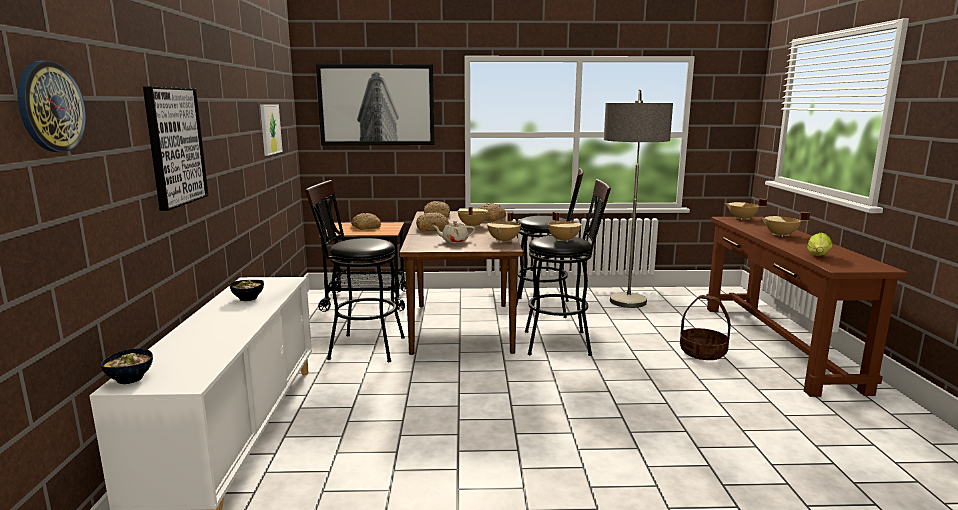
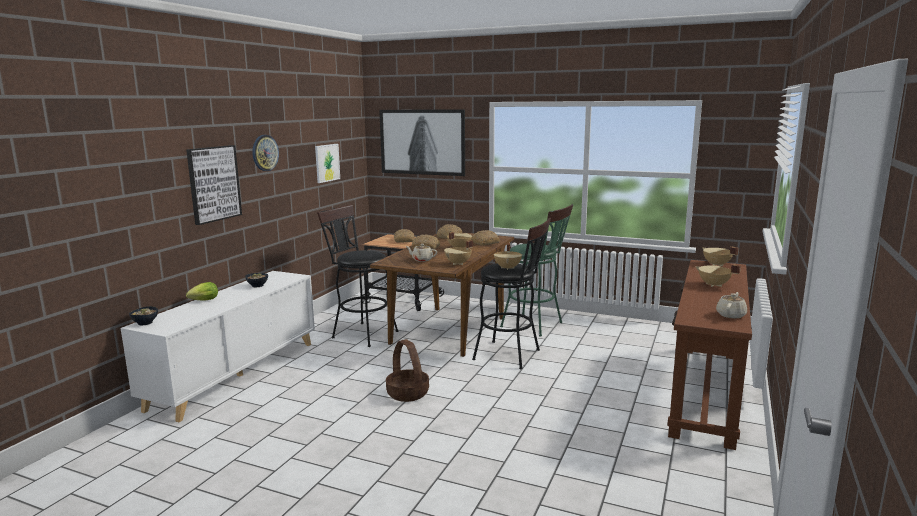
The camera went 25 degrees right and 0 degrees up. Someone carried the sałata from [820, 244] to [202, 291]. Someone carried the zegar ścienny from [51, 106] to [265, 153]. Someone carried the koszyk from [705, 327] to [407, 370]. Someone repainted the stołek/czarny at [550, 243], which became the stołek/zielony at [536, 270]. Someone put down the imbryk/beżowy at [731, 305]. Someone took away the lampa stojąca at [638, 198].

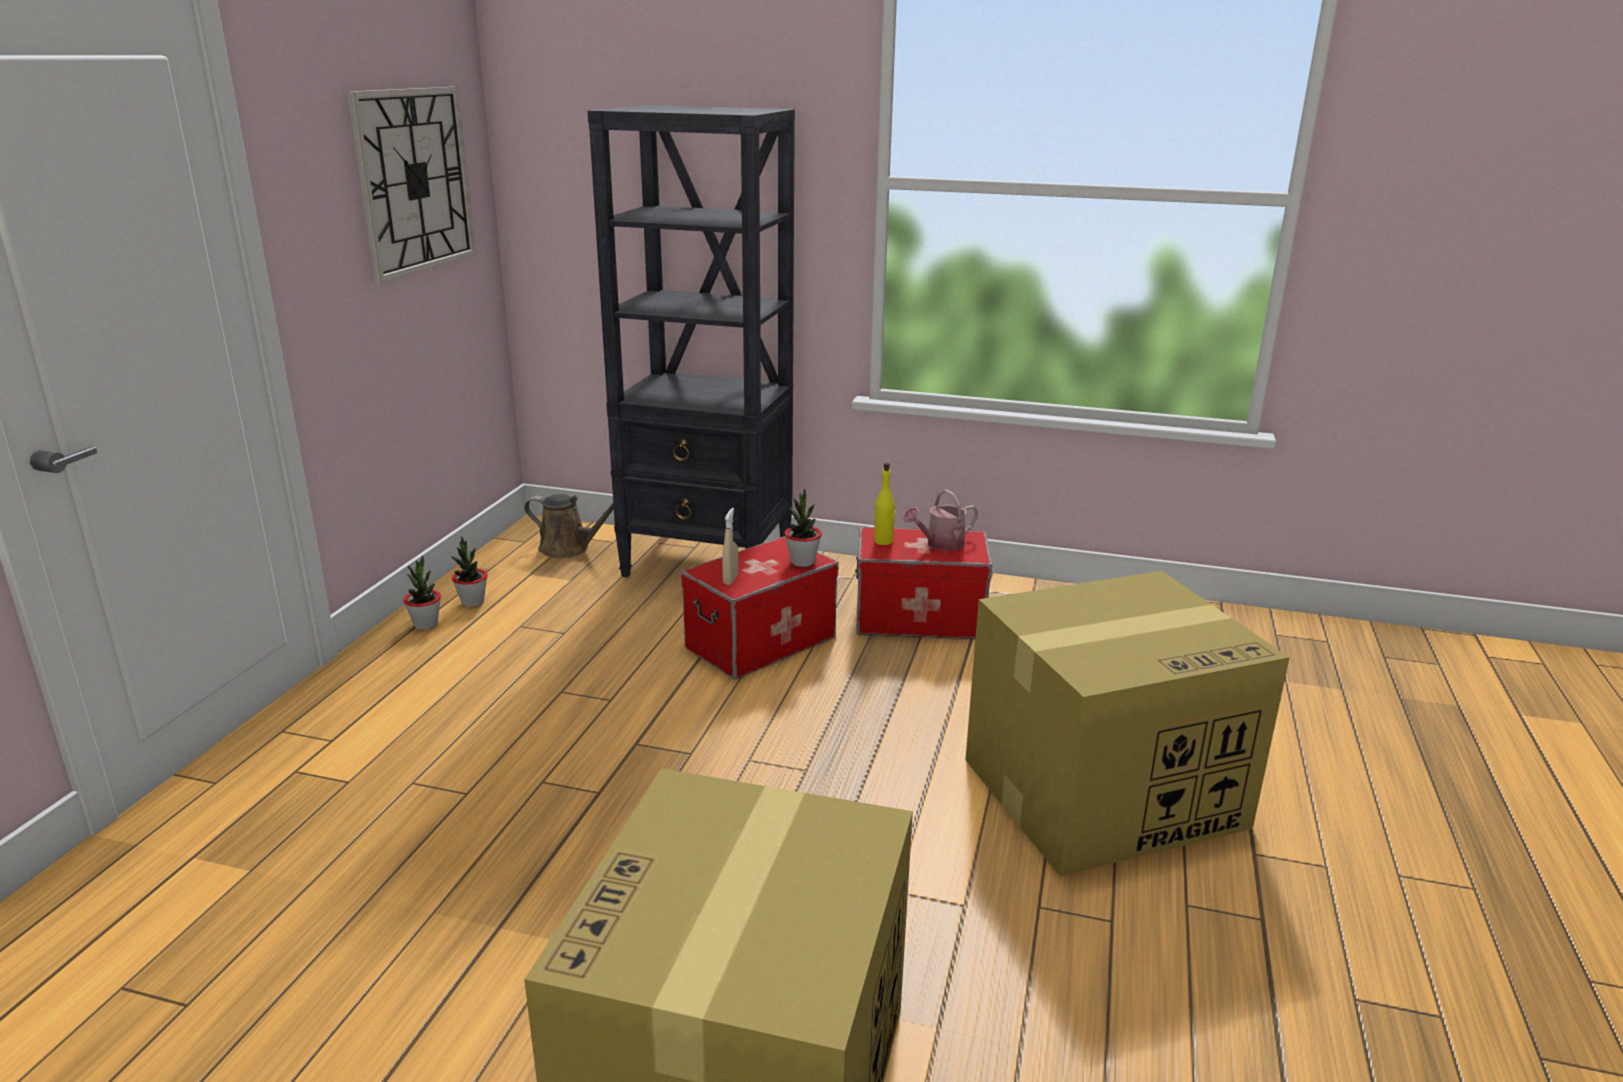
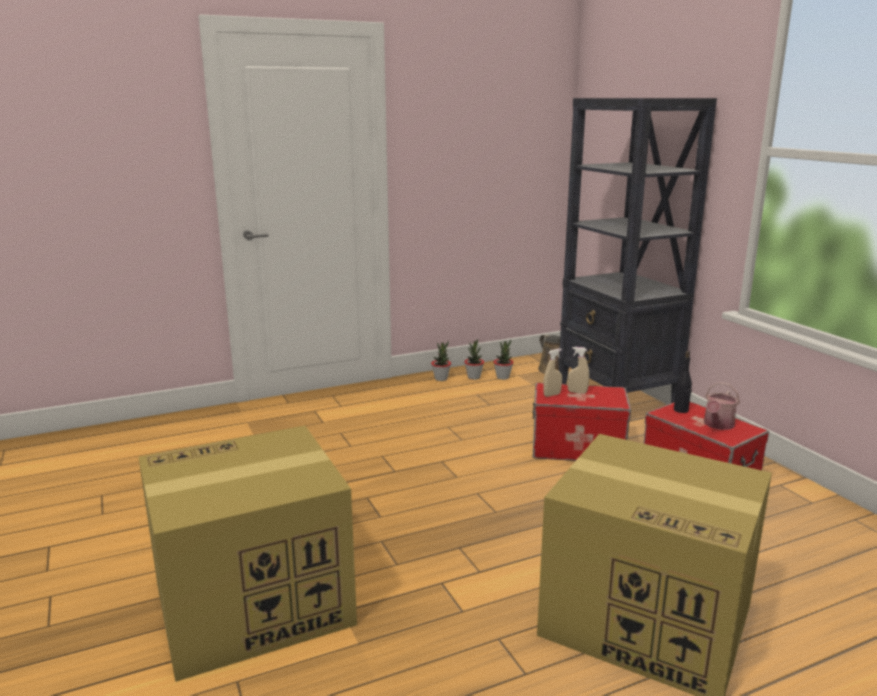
The camera went 50 degrees right and 5 degrees down. Someone carried the roślina doniczkowa from [803, 528] to [503, 360]. Someone put down the spryskiwacz/beżowy at [578, 370]. Someone repainted the butelka/żółty at [884, 504], which became the butelka/czarny at [683, 382]. Someone rotated the konewka at [940, 520] by 75 degrees counterclockwise. Someone took away the zegar ścienny at [411, 185].

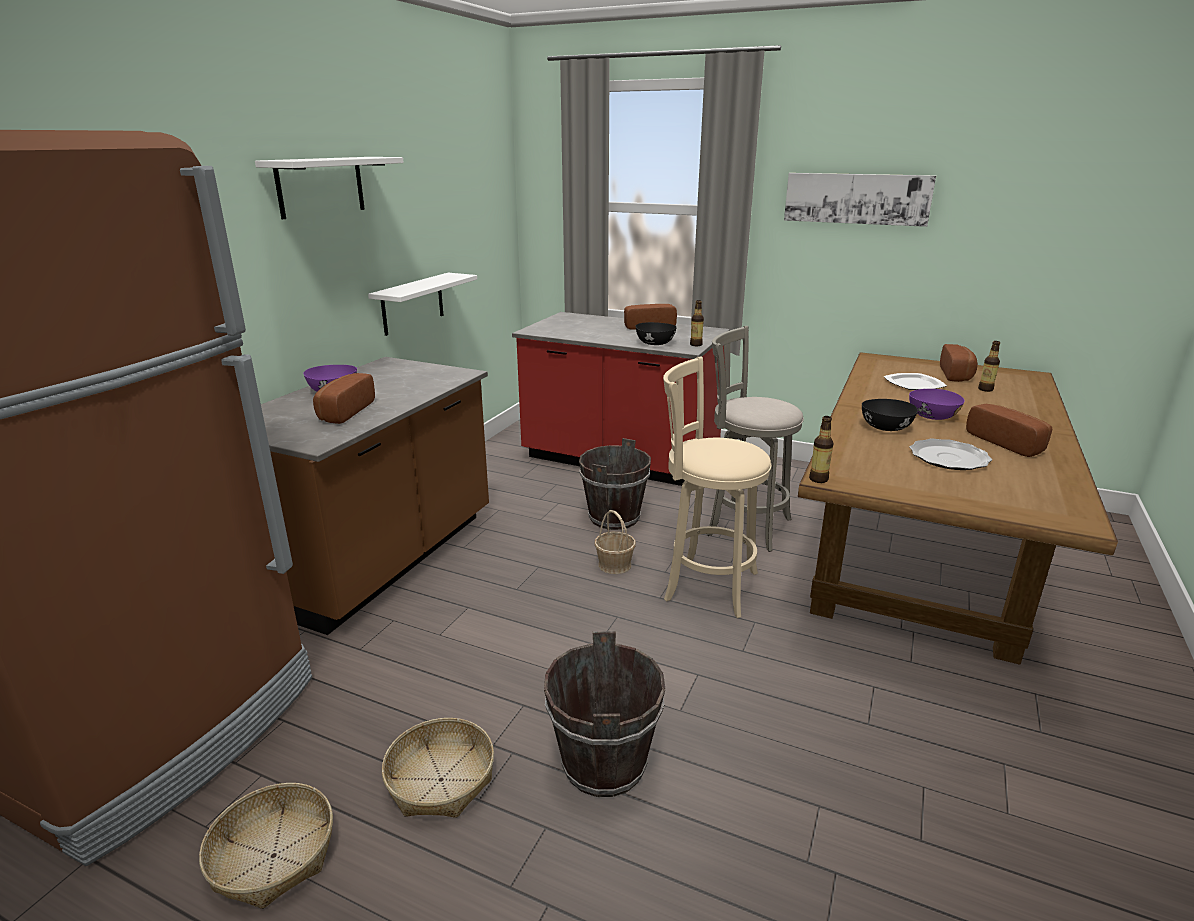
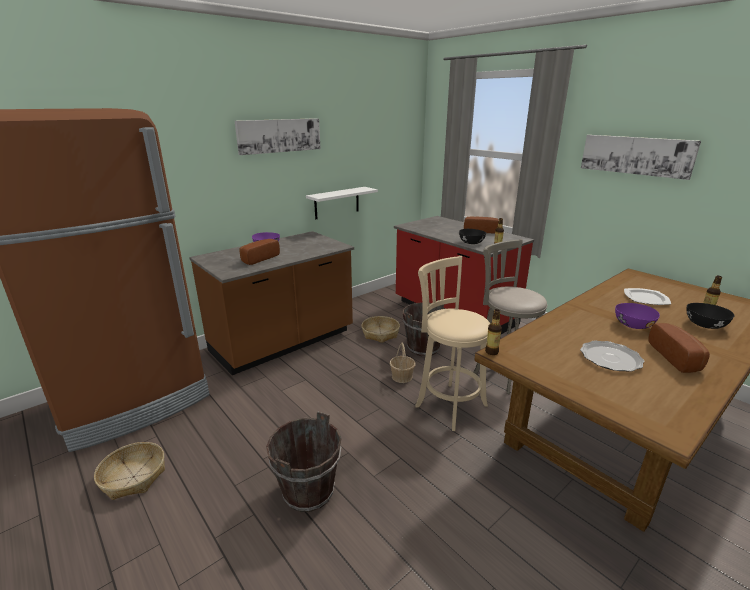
The camera went 25 degrees right and 0 degrees up. Someone swapped the półka/biały at [329, 188] for the obraz at [277, 136]. Someone carried the koszyk from [438, 768] to [380, 329]. Someone carried the miska/czarny from [890, 415] to [710, 316]. Someone took away the chleb at [959, 363].

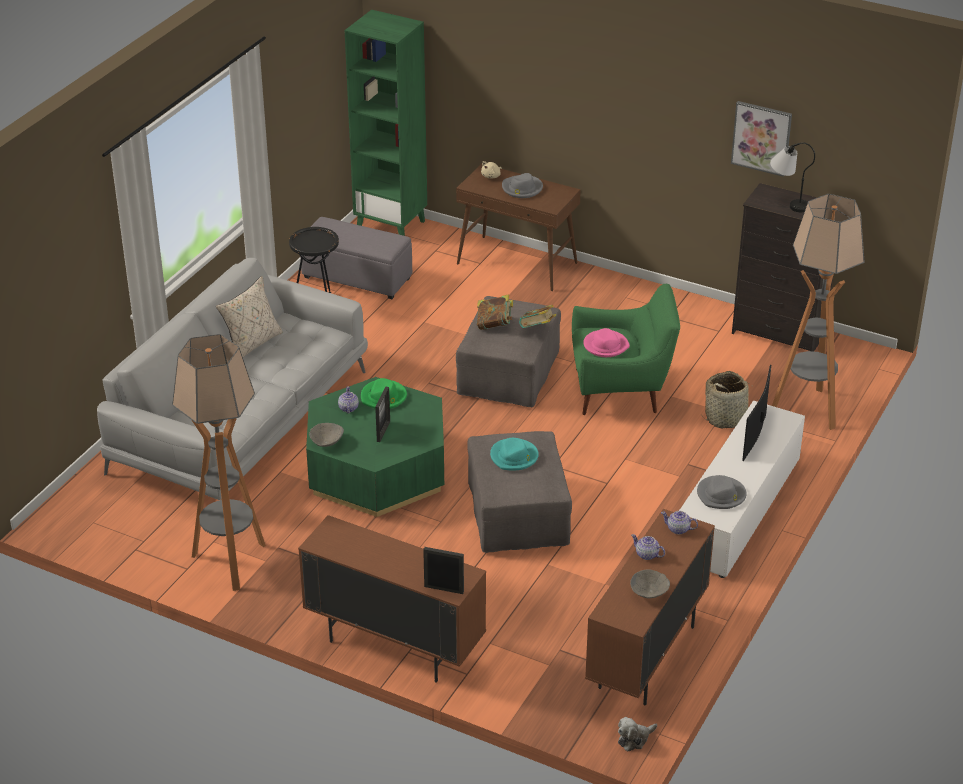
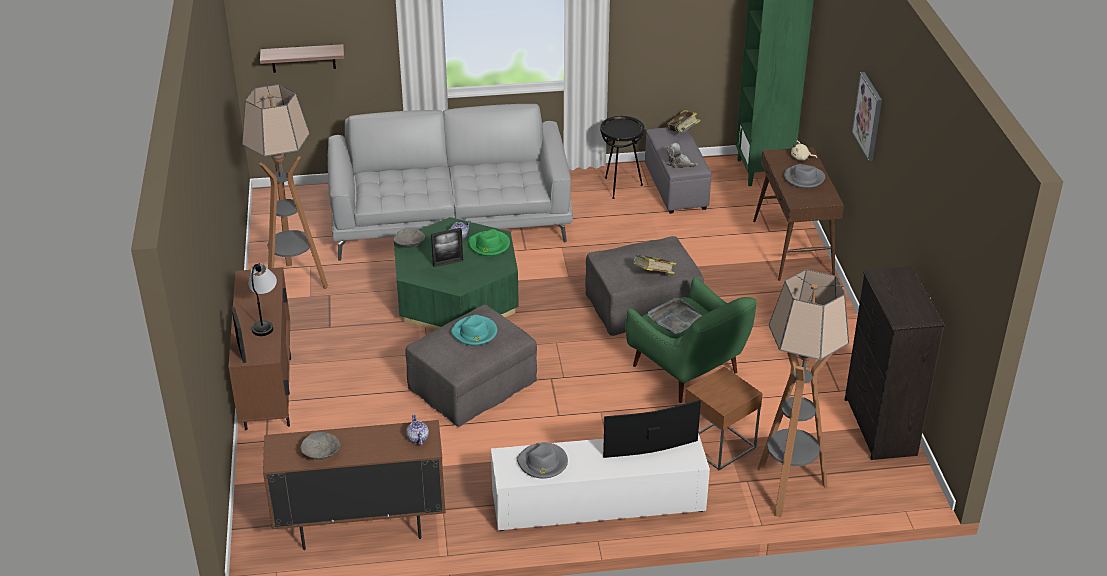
The camera went 55 degrees right and 0 degrees up. Someone carried the lampa stołowa from [792, 177] to [262, 299]. Someone put up the półka at [302, 58]. Someone swapped the kapelusz/różowy at [606, 342] for the taca/szary at [675, 316]. Someone carried the książka from [495, 312] to [684, 121]. Someone carried the pluszak from [637, 734] to [682, 155]. Someone swapped the koszyk at [729, 400] for the stolik/brązowy at [724, 418]. Someone carried the obraz from [761, 139] to [867, 116]. Someone took away the poduszka/beżowy at [249, 316]. Someone took away the imbryk at [648, 547].

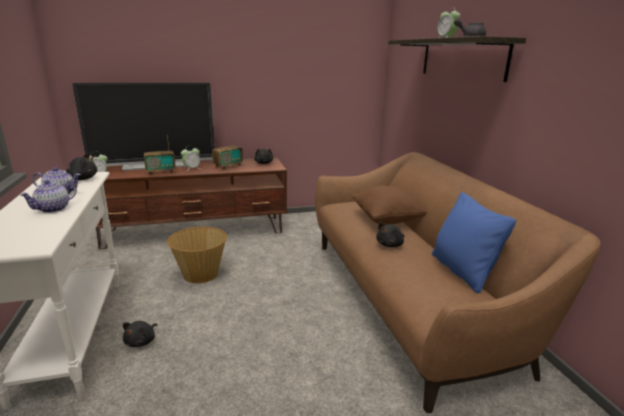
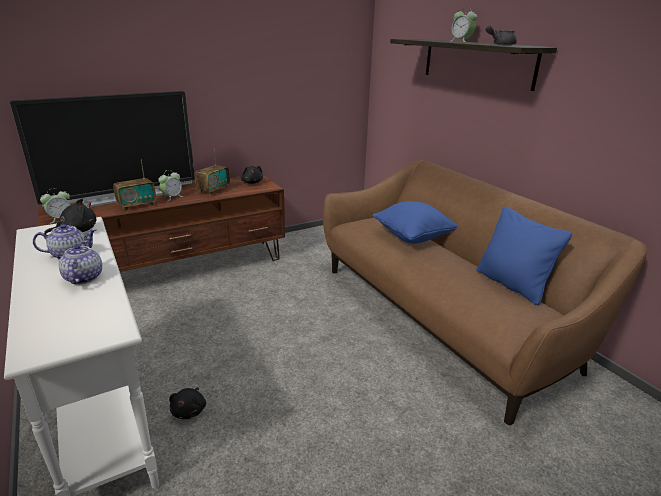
The camera went 15 degrees left and 5 degrees up. Someone rotated the imbryk at [48, 196] by 150 degrees clockwise. Someone repainted the poduszka/brązowy at [389, 205], which became the poduszka/niebieski at [415, 222]. Someone took away the koszyk at [197, 255]. Someone took away the pluszak/czarny at [390, 234].

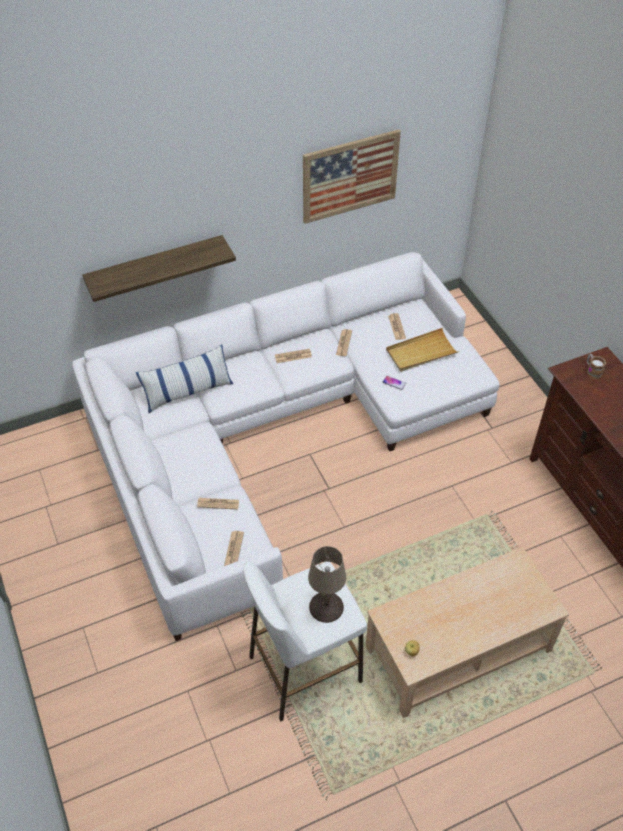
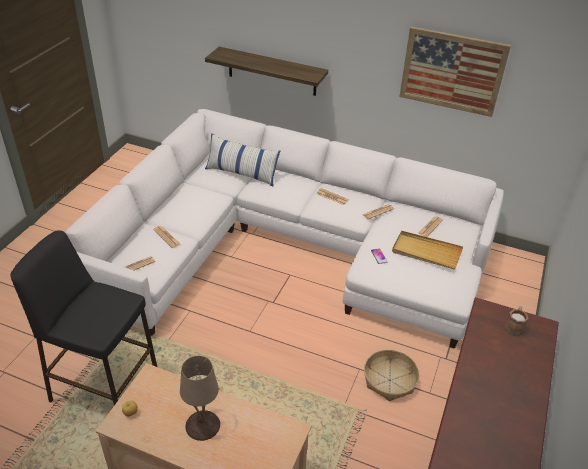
The camera went 45 degrees right and 10 degrees down. Someone repainted the stołek/biały at [305, 641], which became the stołek/czarny at [83, 317]. Someone carried the lampa stołowa/beżowy from [327, 584] to [200, 398]. Someone put down the koszyk at [392, 375].

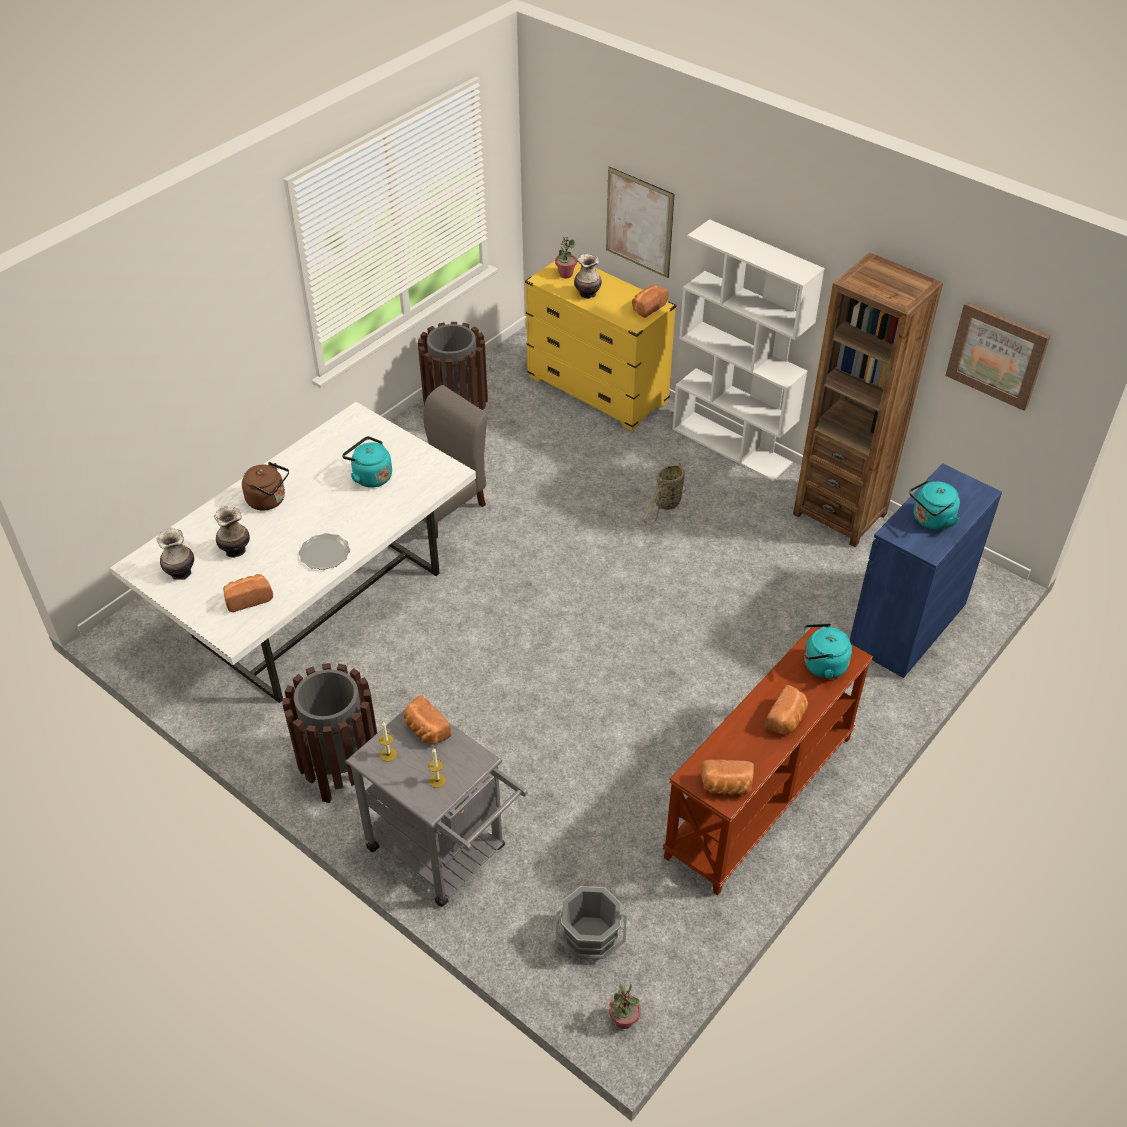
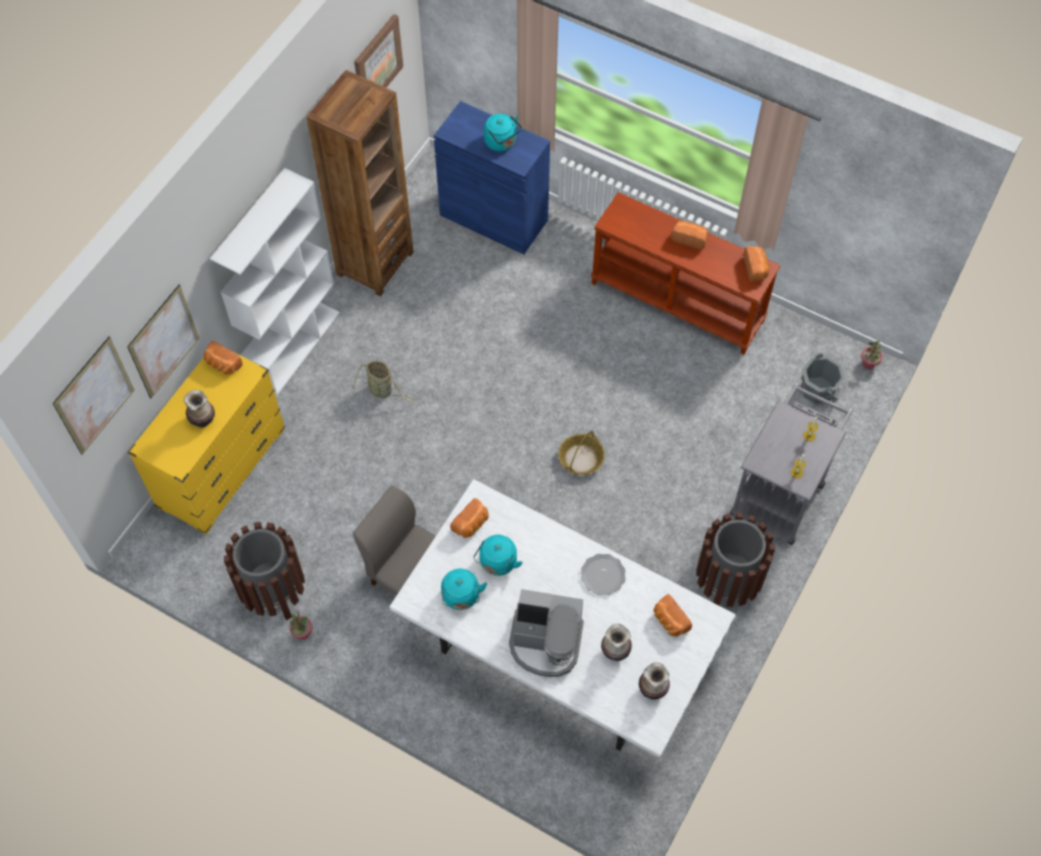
The camera went 100 degrees left and 15 degrees up. Someone put up the obraz at [93, 395]. Someone carried the roślina doniczkowa from [566, 257] to [300, 625]. Someone carried the czajnik/turkusowy from [828, 651] to [464, 589]. Someone carried the chleb from [427, 720] to [469, 518]. Someone swapped the czajnik/brązowy at [265, 486] for the ekspres do kawy at [546, 633]. Someone put down the koszyk at [581, 452].

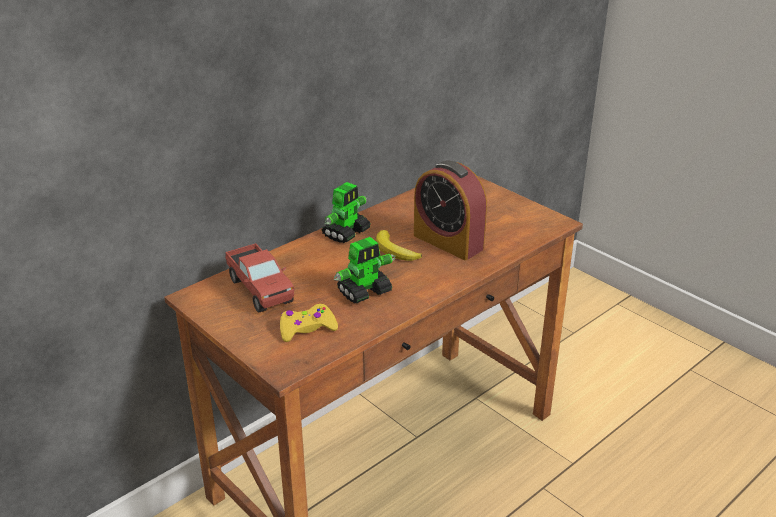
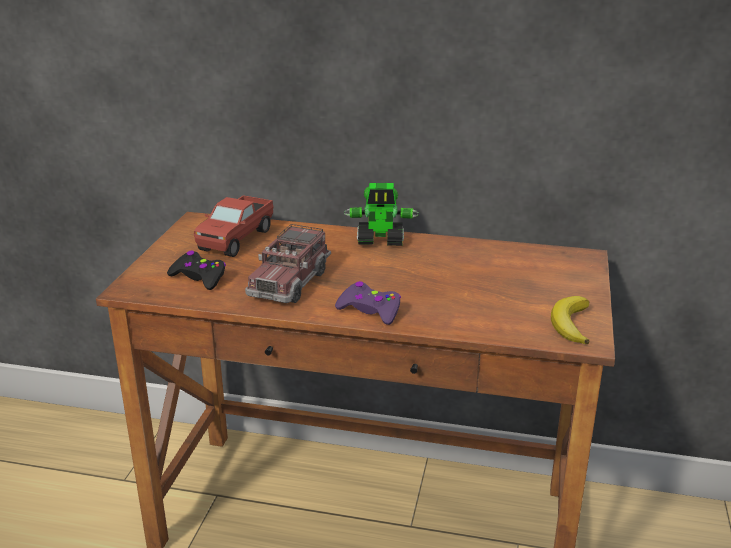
The camera went 55 degrees right and 5 degrees down. Someone repainted the pad do gier/żółty at [309, 323], which became the pad do gier/czarny at [196, 270]. Someone swapped the robot zabawkowy at [364, 270] for the ciężarówka zabawkowa at [288, 263]. Someone put down the pad do gier/fioletowy at [368, 303]. Someone carried the banan from [399, 245] to [570, 320]. Someone took away the budzik at [450, 210].

